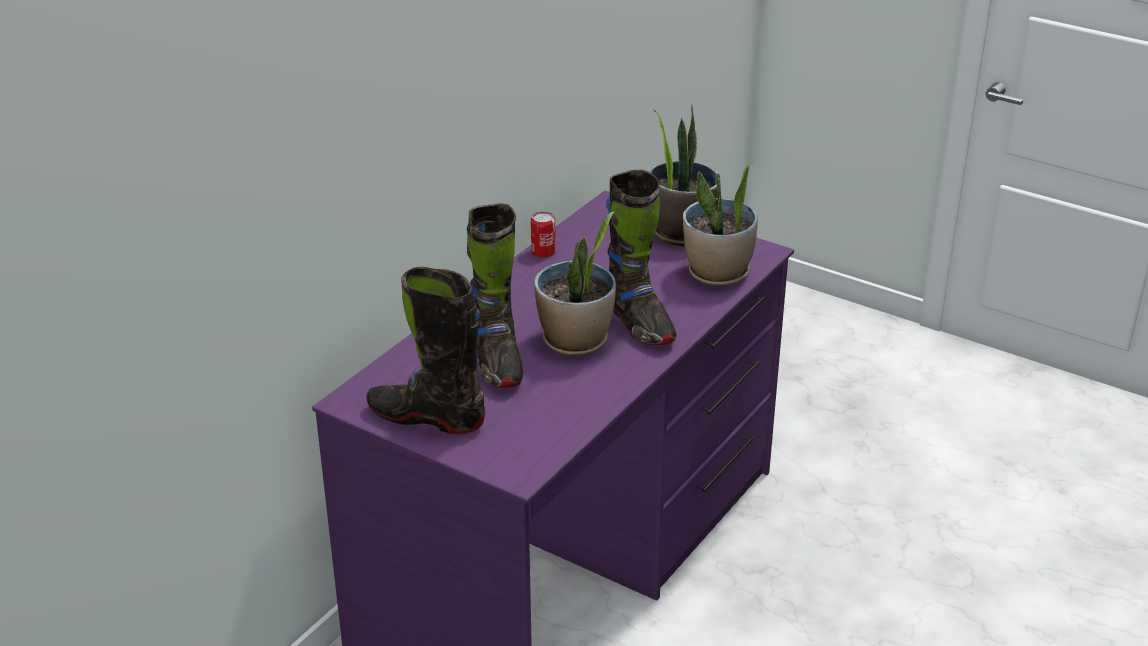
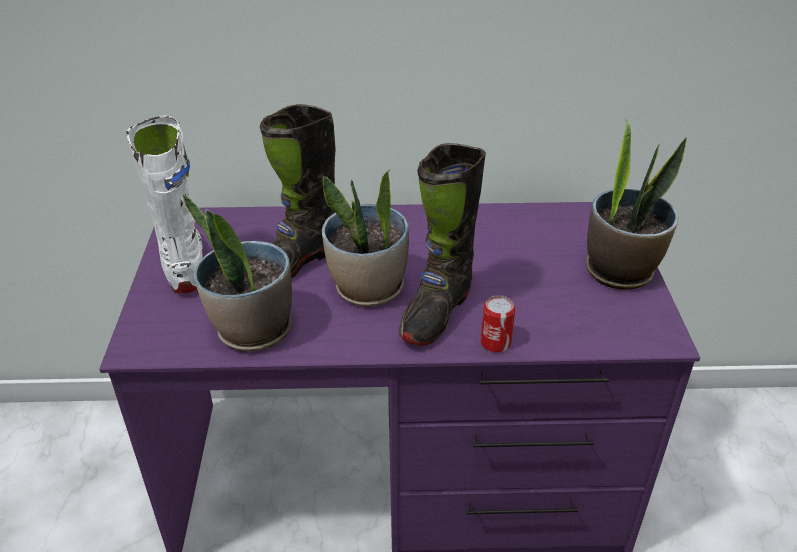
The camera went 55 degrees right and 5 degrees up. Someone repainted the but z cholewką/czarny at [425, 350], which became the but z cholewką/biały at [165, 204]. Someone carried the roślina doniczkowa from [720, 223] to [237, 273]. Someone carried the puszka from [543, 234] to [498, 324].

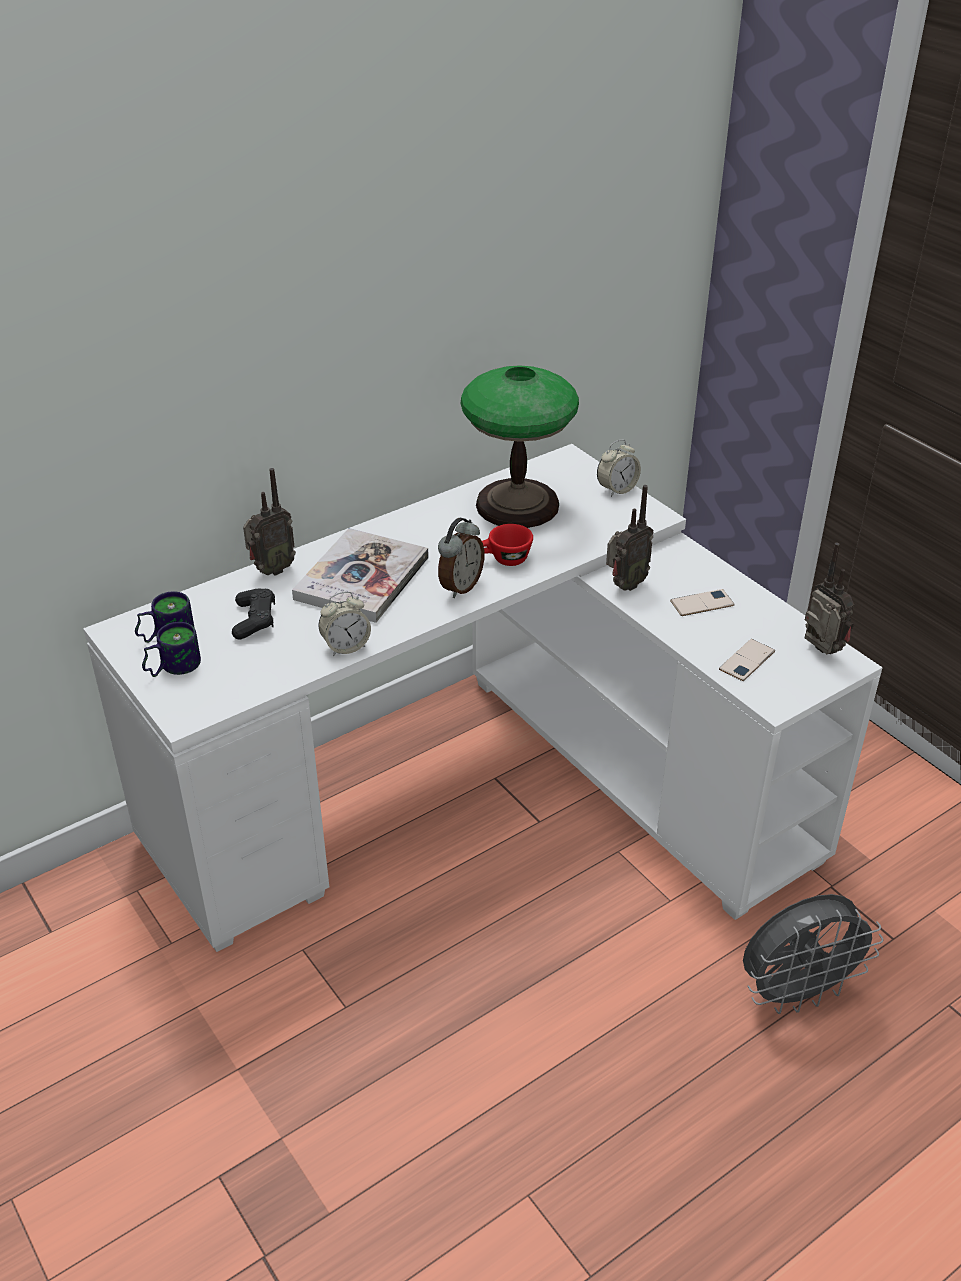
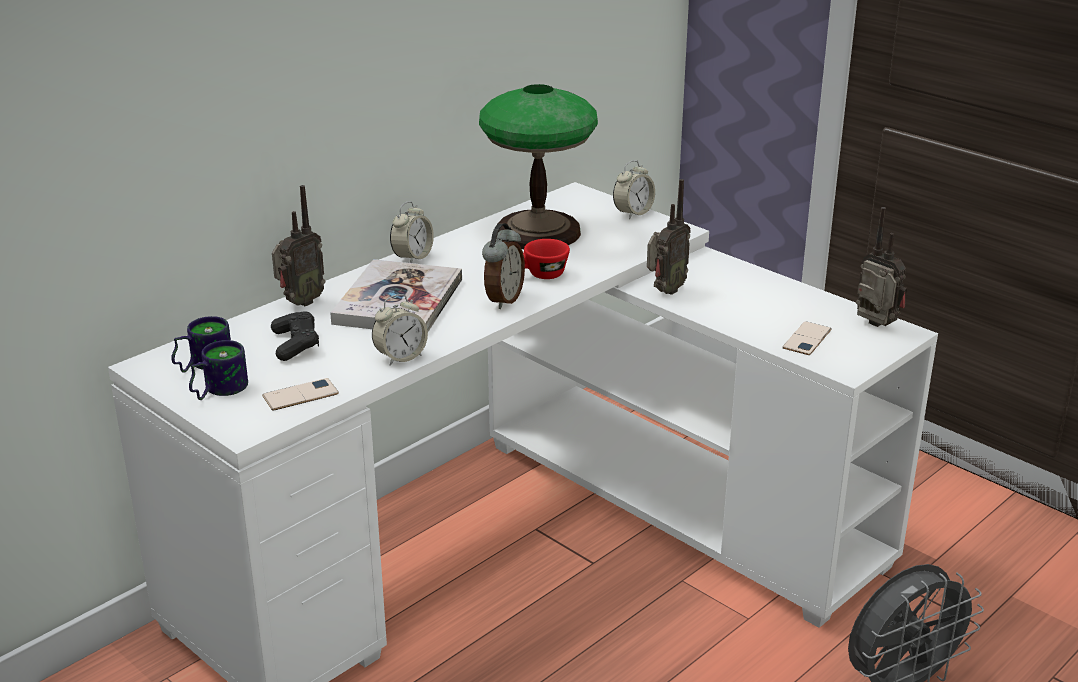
The camera went 10 degrees left and 10 degrees down. Someone carried the telefon from [702, 602] to [300, 394]. Someone put down the budzik at [412, 232].

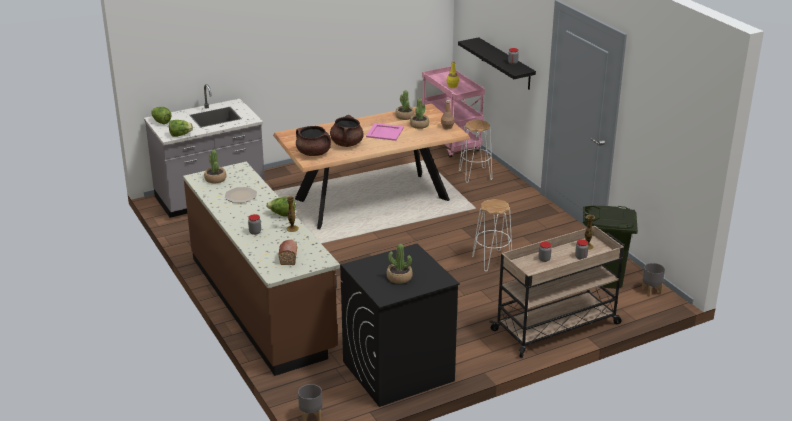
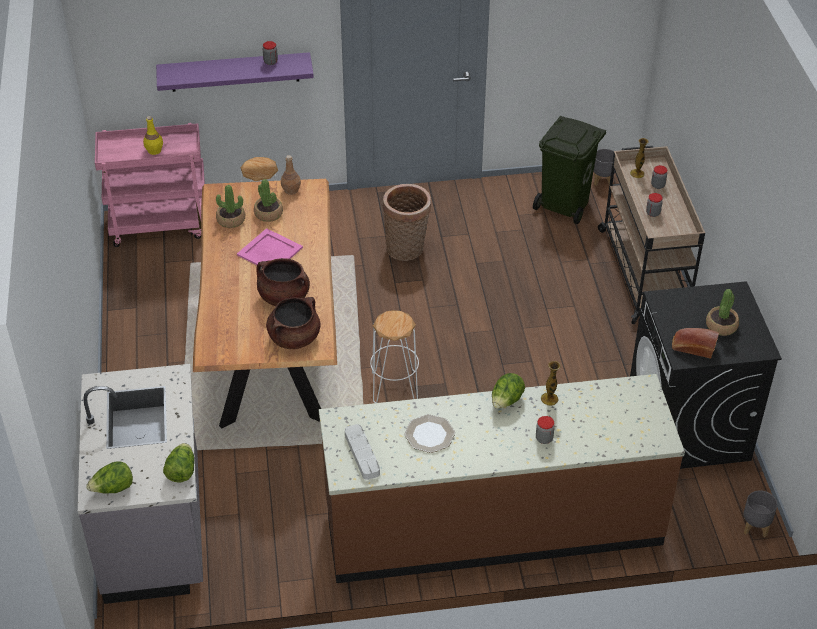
The camera went 70 degrees left and 15 degrees up. Someone repainted the półka/czarny at [497, 63], which became the półka/fioletowy at [235, 72]. Someone swapped the roślina doniczkowa at [215, 167] for the taca/szary at [362, 452]. Someone carried the stołek/biały from [492, 235] to [394, 356]. Someone put down the koszyk at [407, 222]. Someone carried the chleb from [288, 252] to [695, 343].

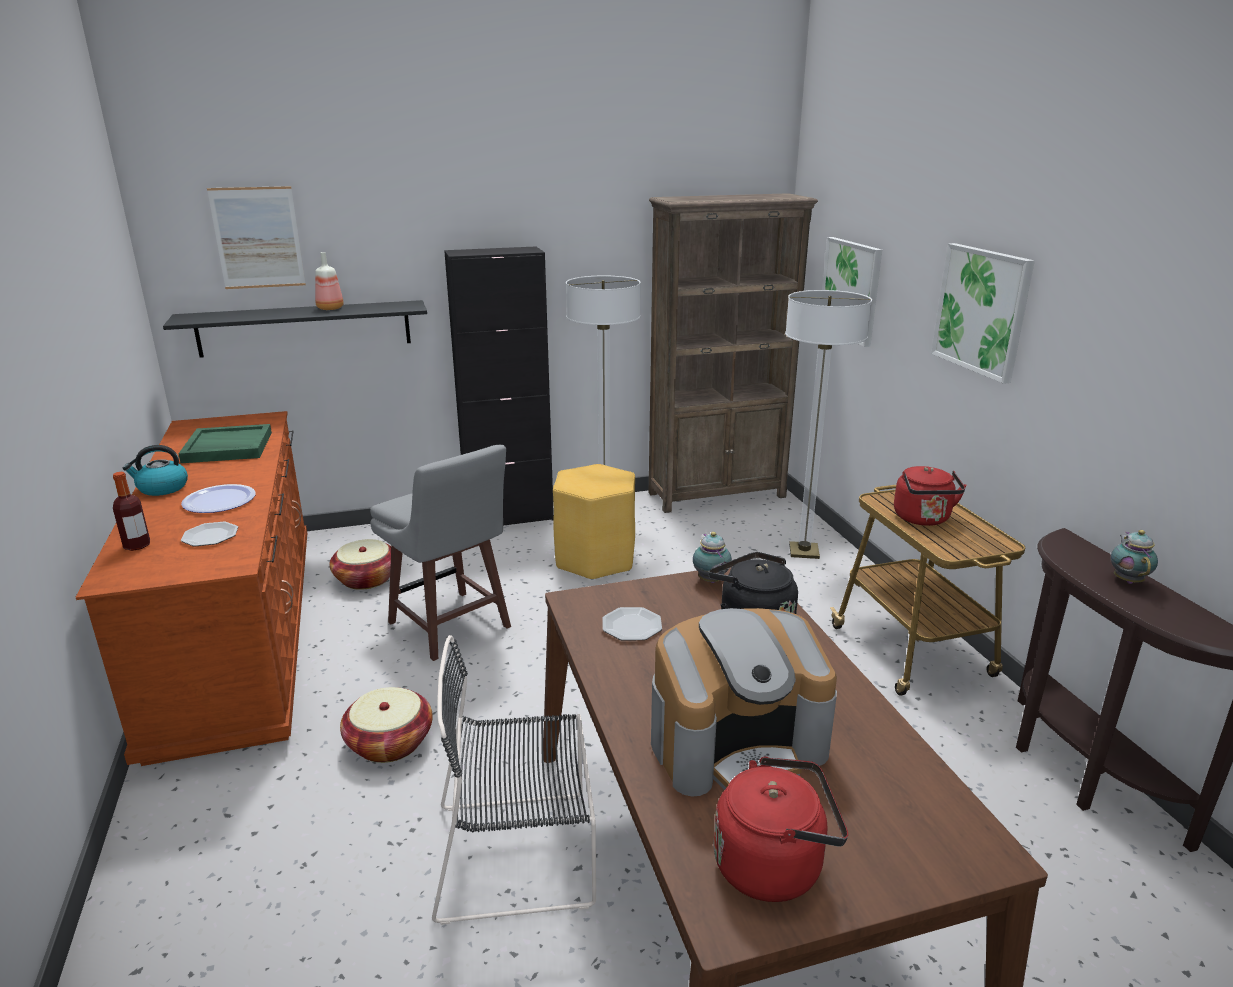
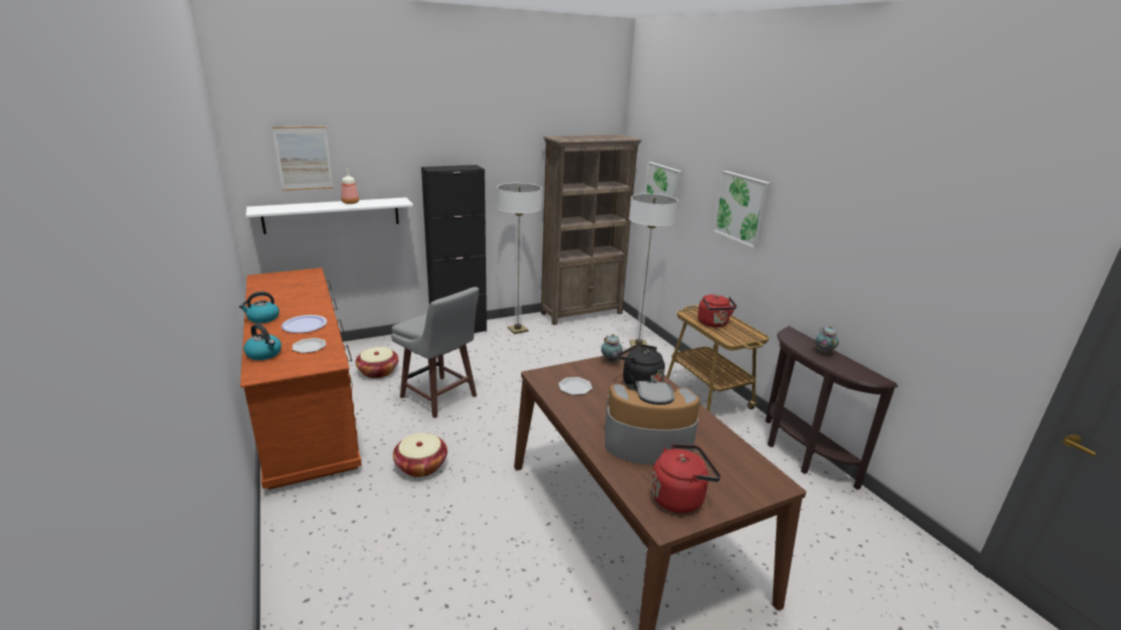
The camera went 10 degrees left and 0 degrees up. Someone swapped the butelka at [131, 511] for the czajnik at [263, 342]. Someone repainted the półka/czarny at [295, 329], which became the półka/biały at [329, 215]. Someone rotated the ekspres do kawy at [744, 702] by 150 degrees counterclockwise. Someone took away the taca/zielony at [225, 443]. Someone took away the krzesło/czarny at [514, 780]. Someone took away the stołek/żółty at [594, 522].

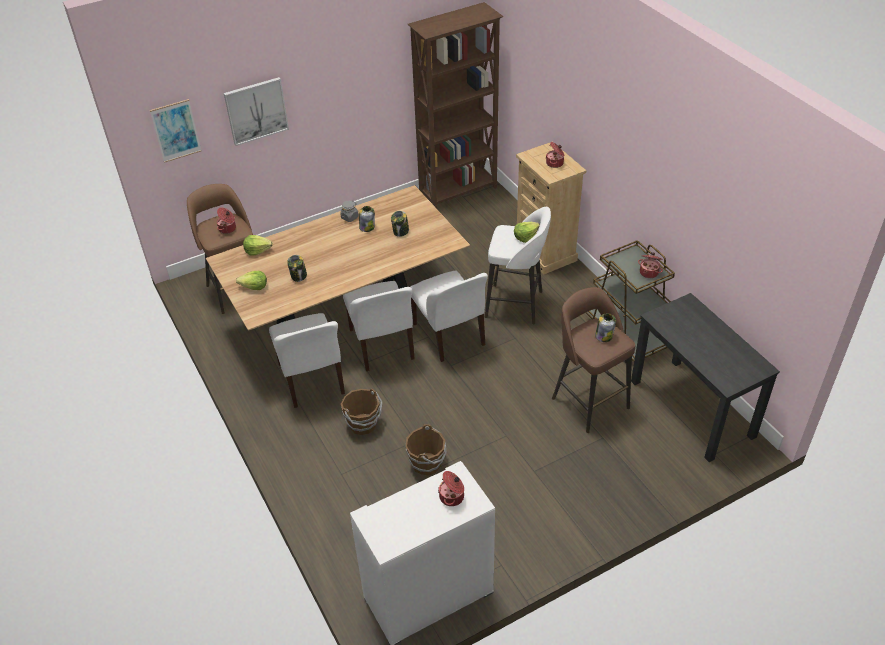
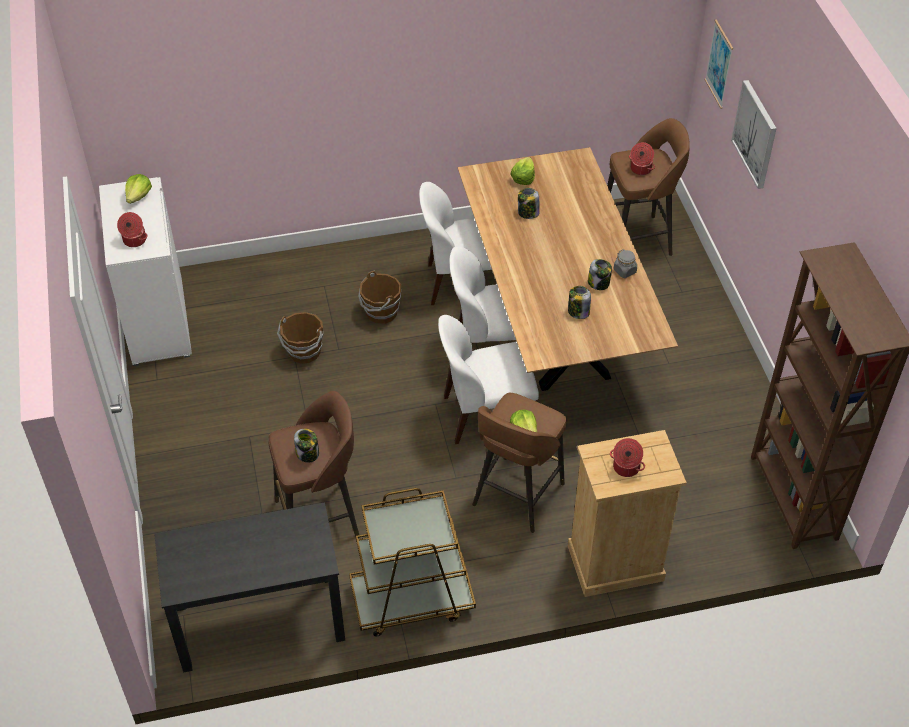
The camera went 105 degrees right and 5 degrees up. Someone carried the sałata from [258, 245] to [138, 189]. Someone repainted the stołek/biały at [518, 265], which became the stołek/brązowy at [519, 463]. Someone took away the garnek at [650, 265].

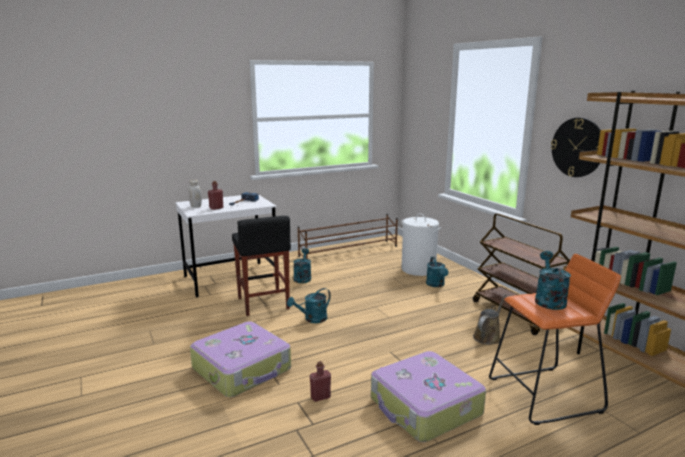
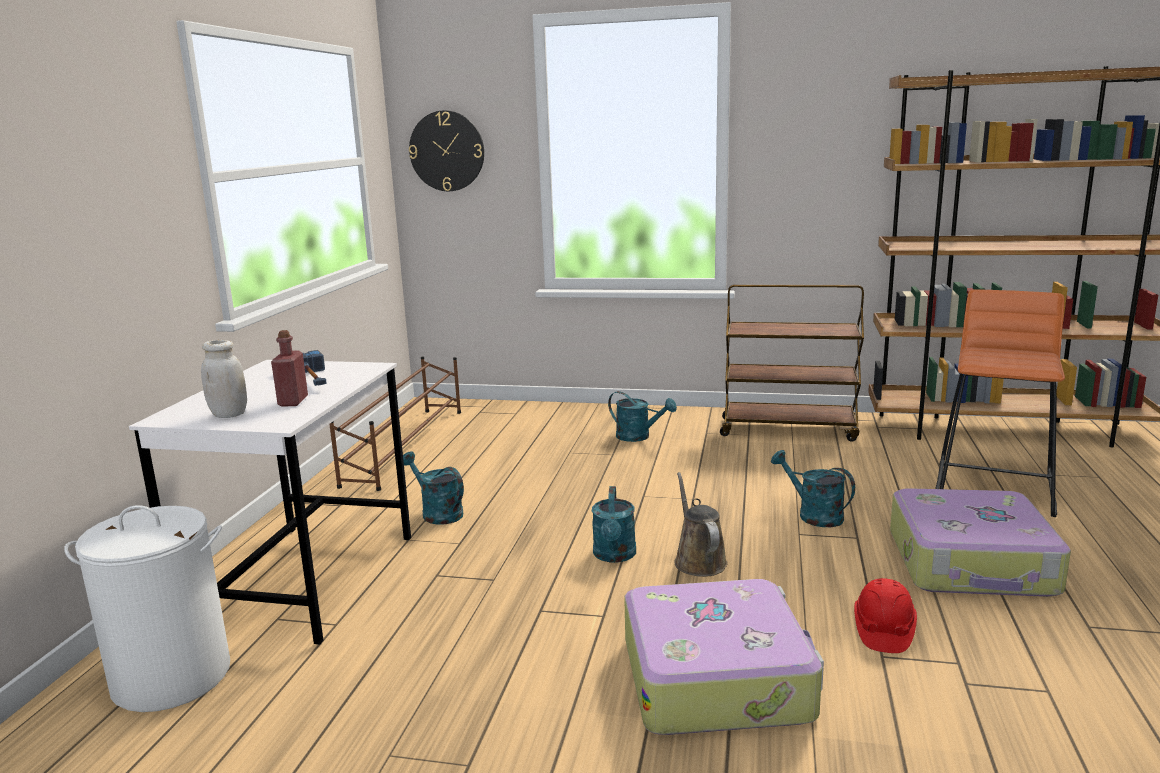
The camera went 50 degrees left and 0 degrees up. Someone carried the kosz na pranie/biały from [421, 244] to [147, 608]. Someone carried the zegar ścienny from [575, 147] to [446, 151]. Someone carried the konewka/brązowy from [489, 319] to [701, 524]. Someone carried the konewka/turkusowy from [553, 280] to [813, 488]. Someone swapped the butelka/czerwony at [320, 381] for the kask/czerwony at [885, 615]. Someone took away the stołek/czarny at [261, 266].

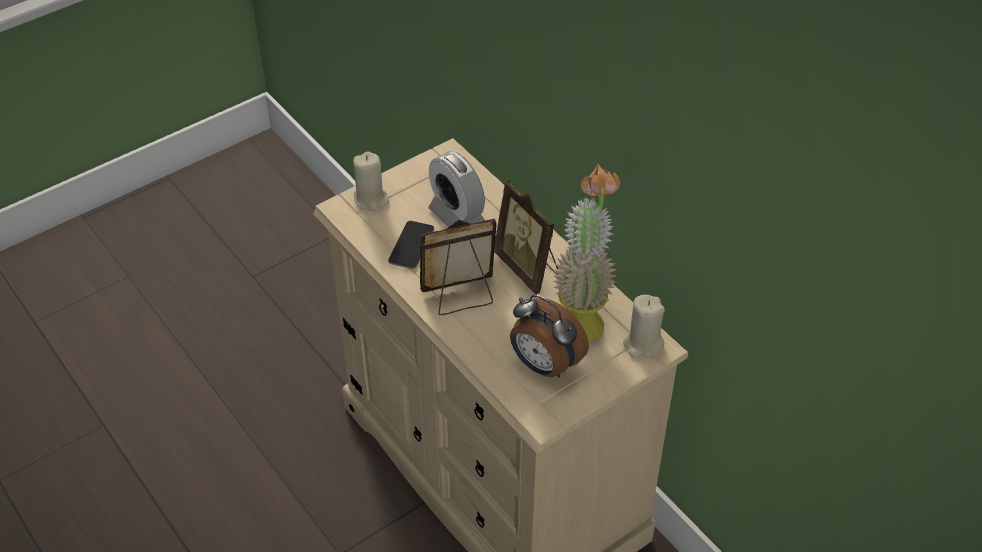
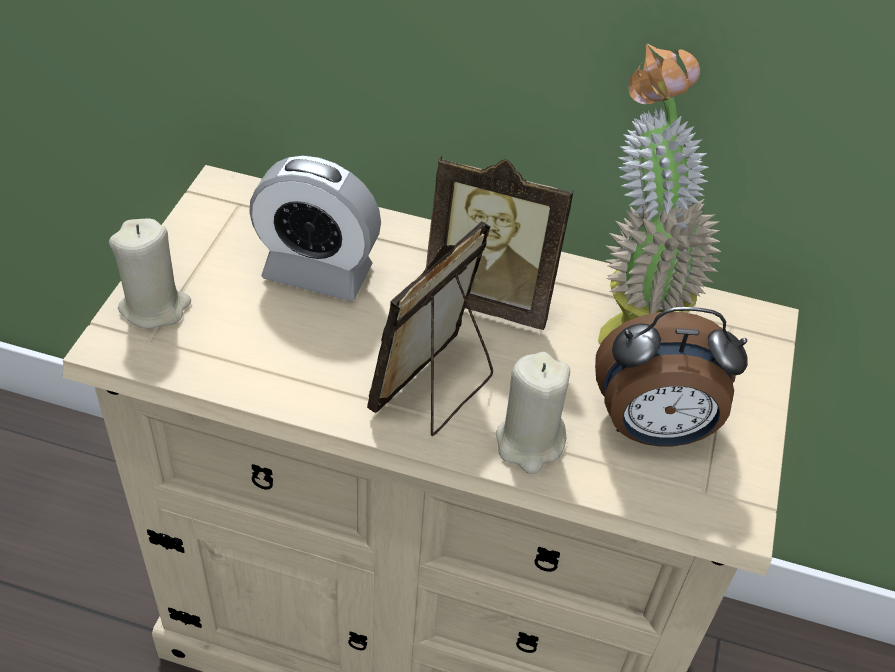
The camera went 40 degrees left and 0 degrees up. Someone carried the świeca/beżowy from [644, 326] to [533, 413]. Someone took away the telefon at [411, 245].

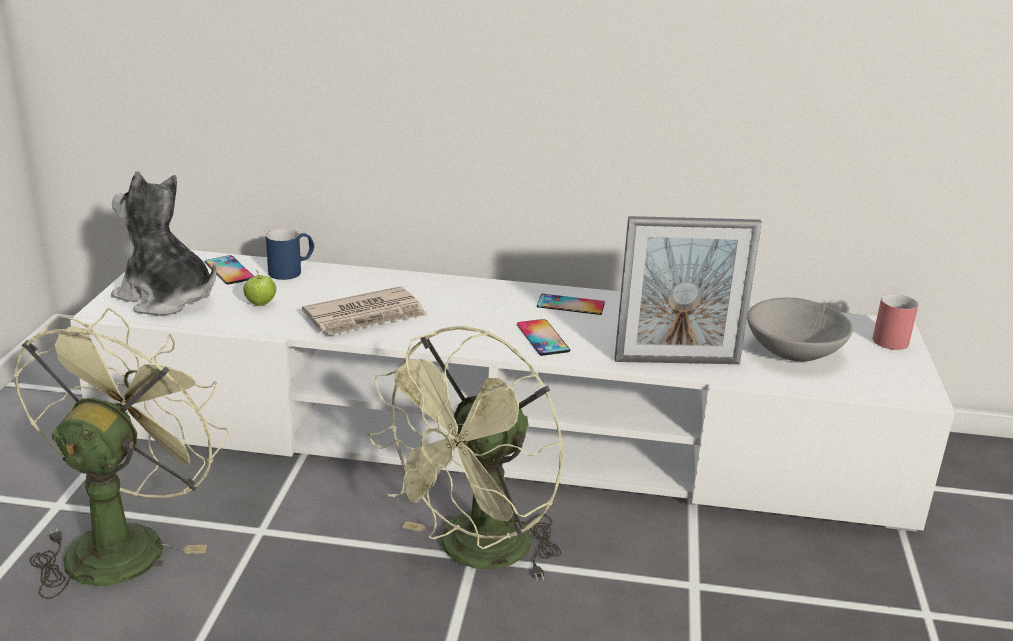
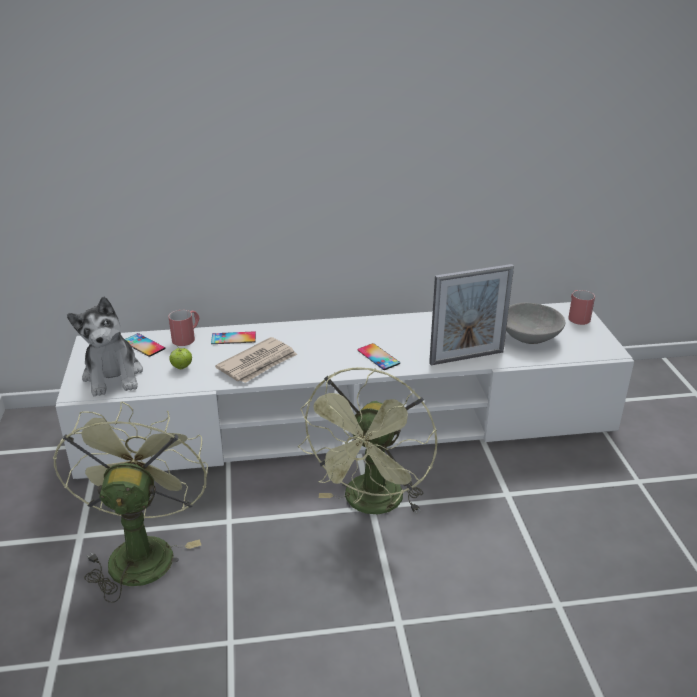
The camera went 15 degrees left and 5 degrees up. Someone rotated the pluszak at [163, 243] by 120 degrees counterclockwise. Someone repainted the kubek/niebieski at [290, 254], which became the kubek/czerwony at [183, 328]. Someone carried the telefon from [571, 304] to [233, 337].

